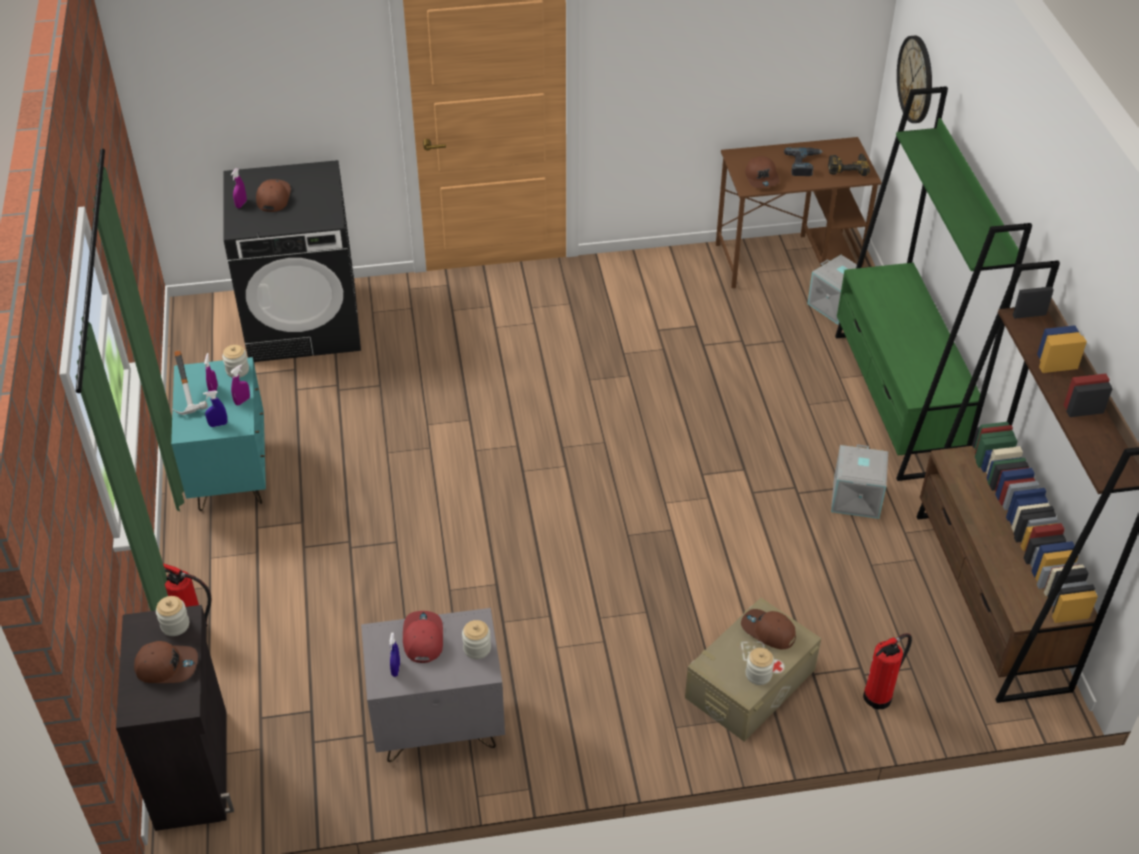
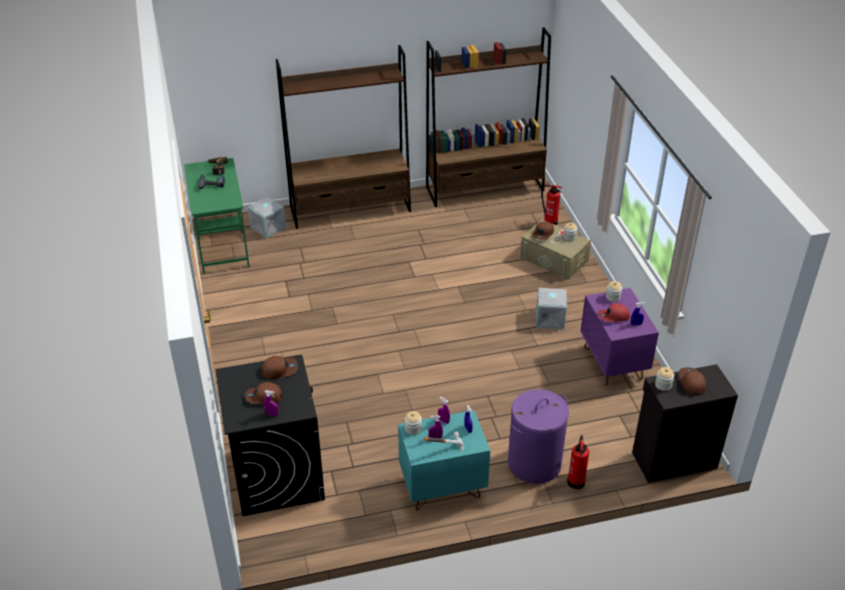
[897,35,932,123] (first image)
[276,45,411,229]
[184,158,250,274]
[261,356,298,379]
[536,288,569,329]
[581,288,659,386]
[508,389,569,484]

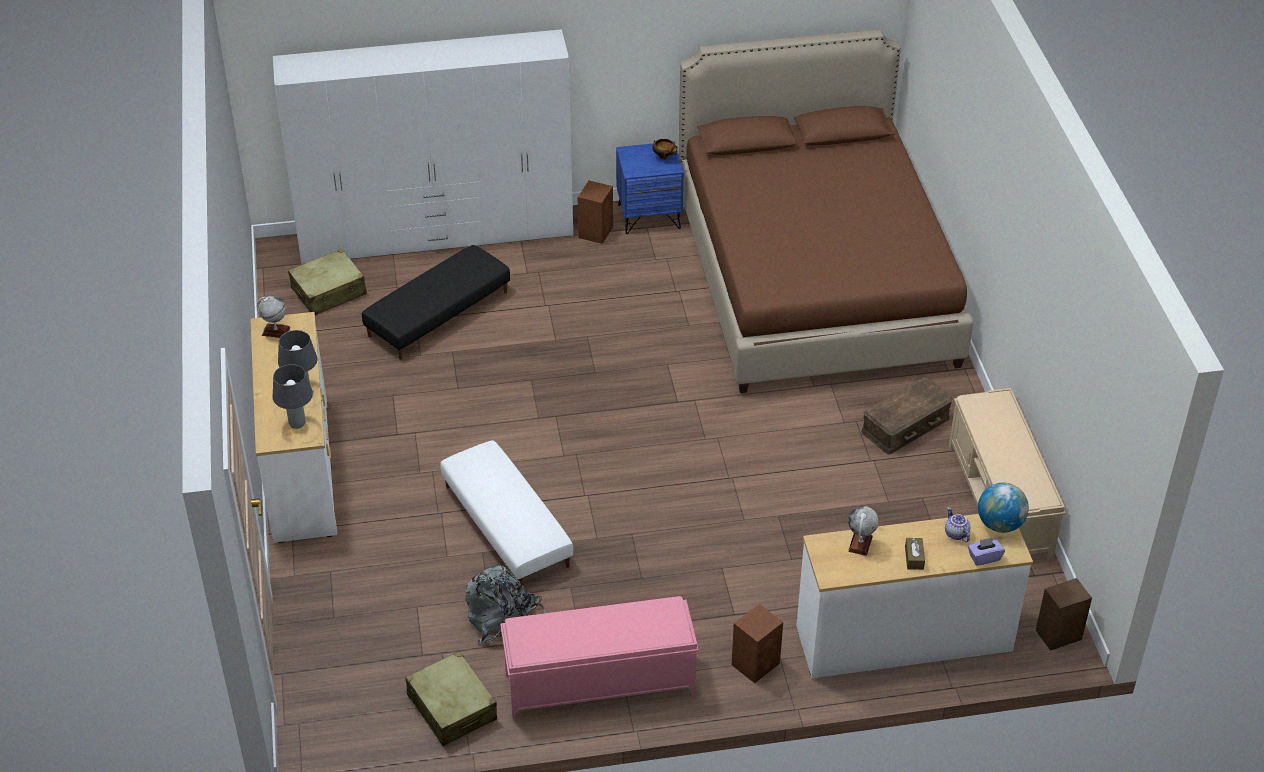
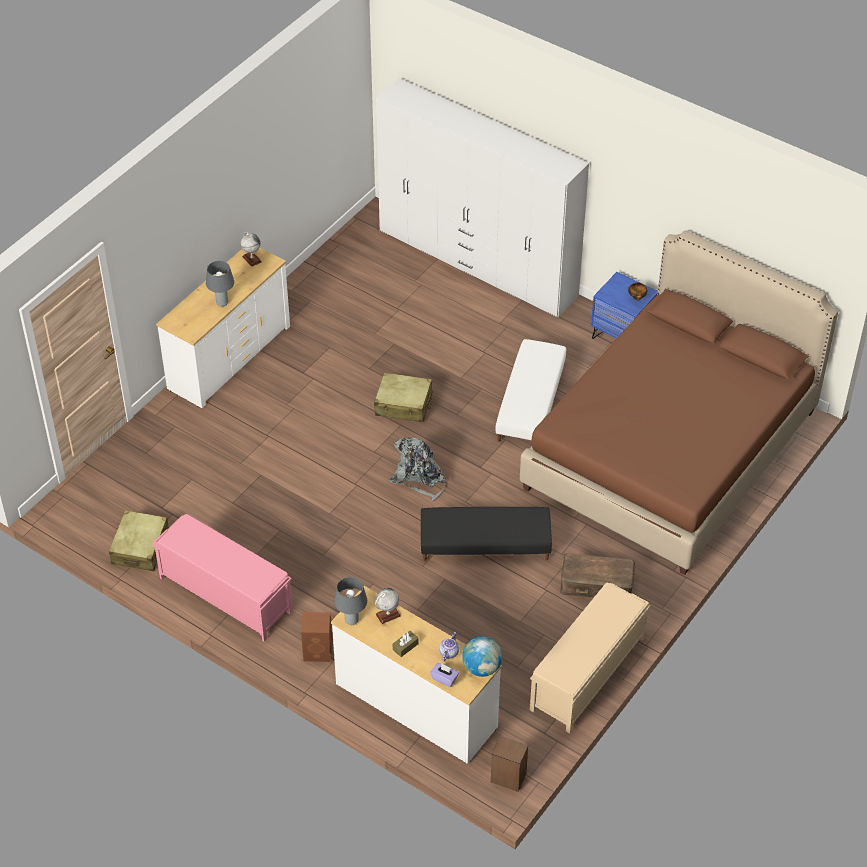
[578,181,613,244] (first image)
[421,507,552,561]
[374,373,433,422]
[334,577,367,625]
[495,339,566,441]
[390,438,446,501]

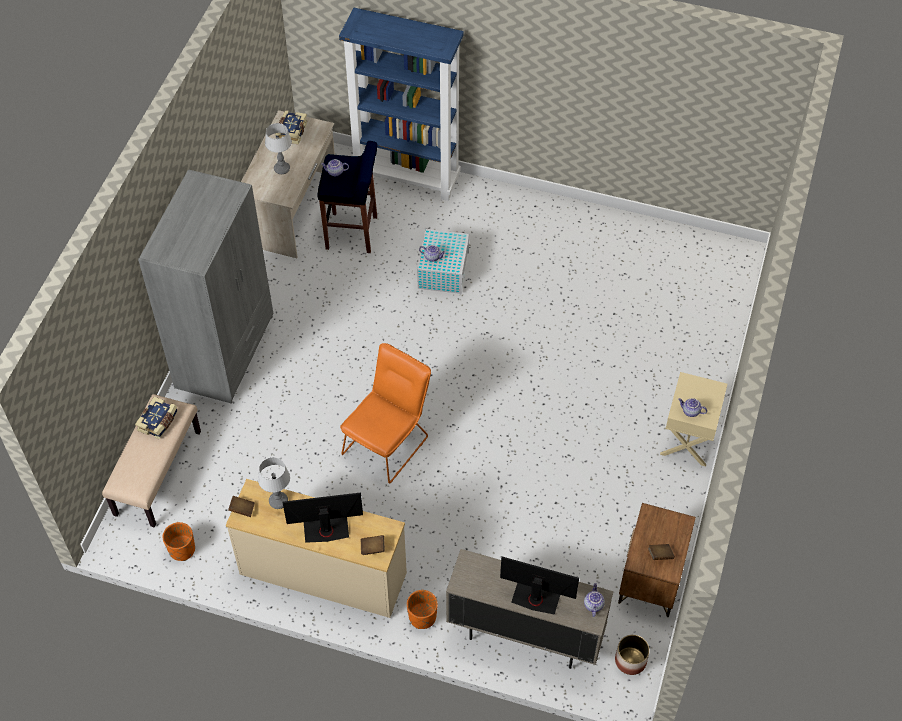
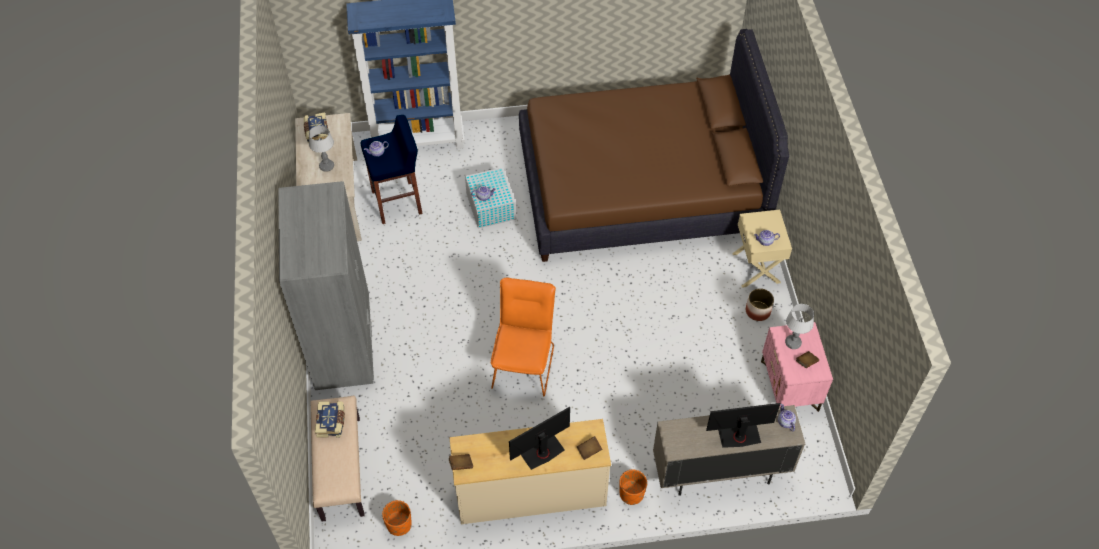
[785,304,814,349]
[761,322,833,412]
[746,288,774,321]
[519,29,789,262]

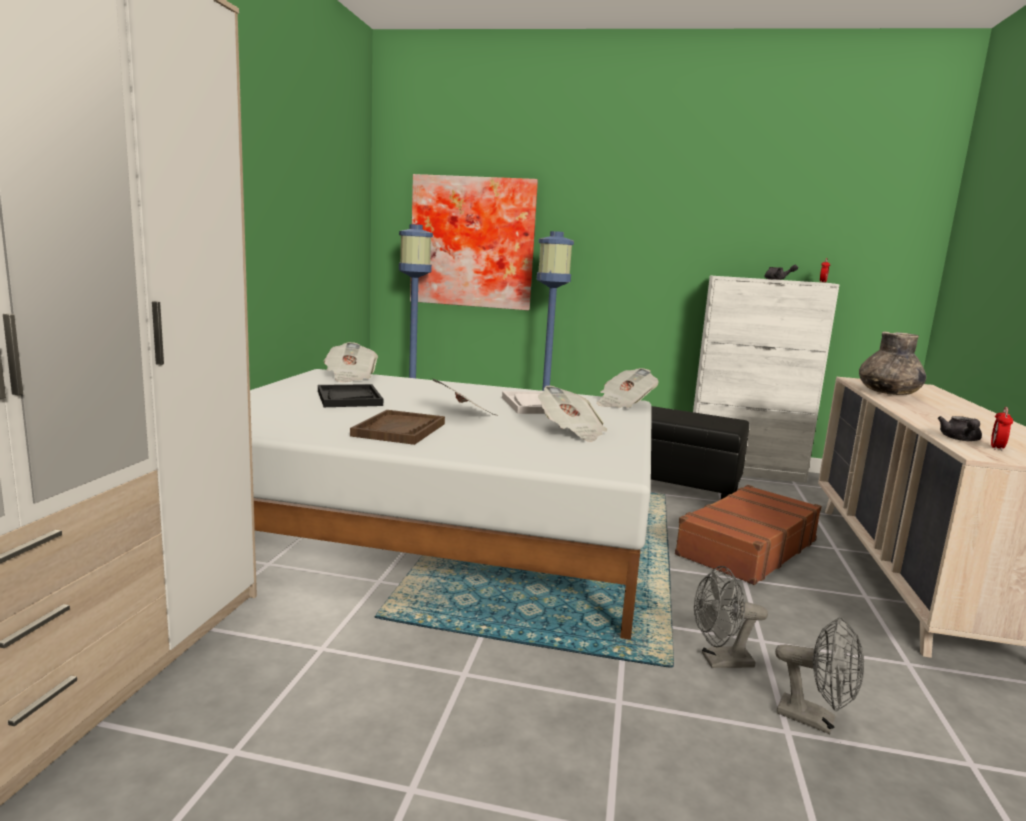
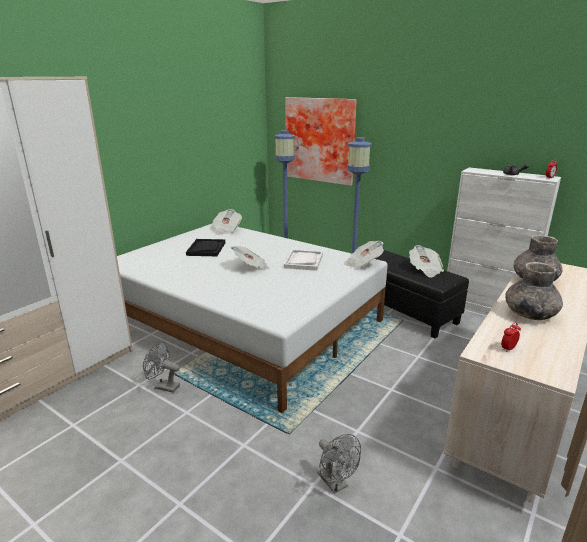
[409,245,444,278]
[350,410,445,445] (first image)
[938,416,982,441] (first image)
[675,485,822,585] (first image)
[143,342,180,393]
[505,262,563,320]

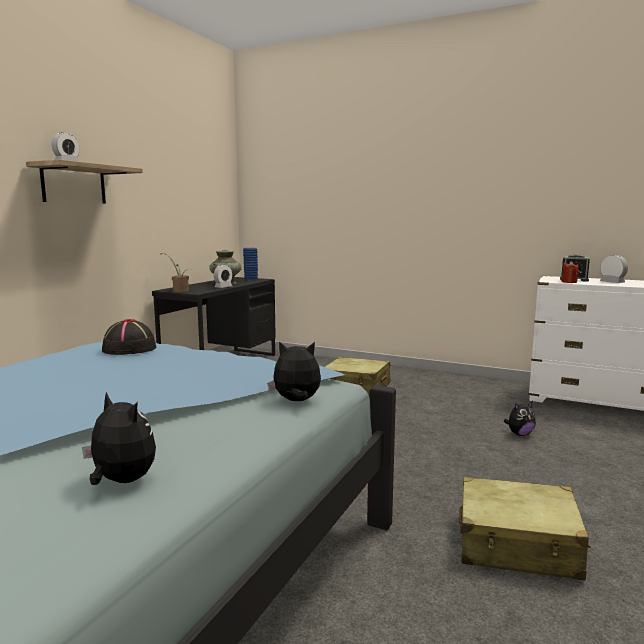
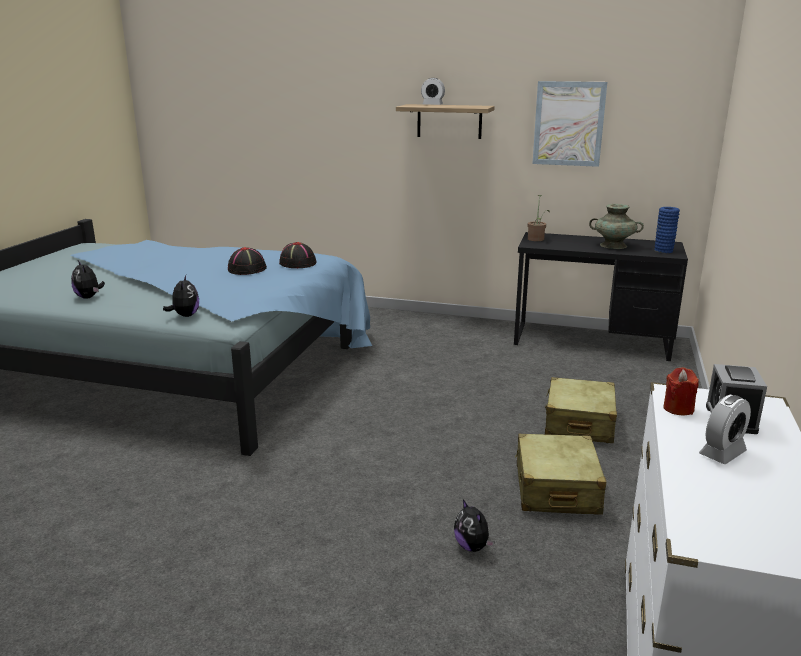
[214,265,232,288] (first image)
[71,261,105,299]
[515,434,606,515]
[532,81,607,167]
[228,247,267,275]

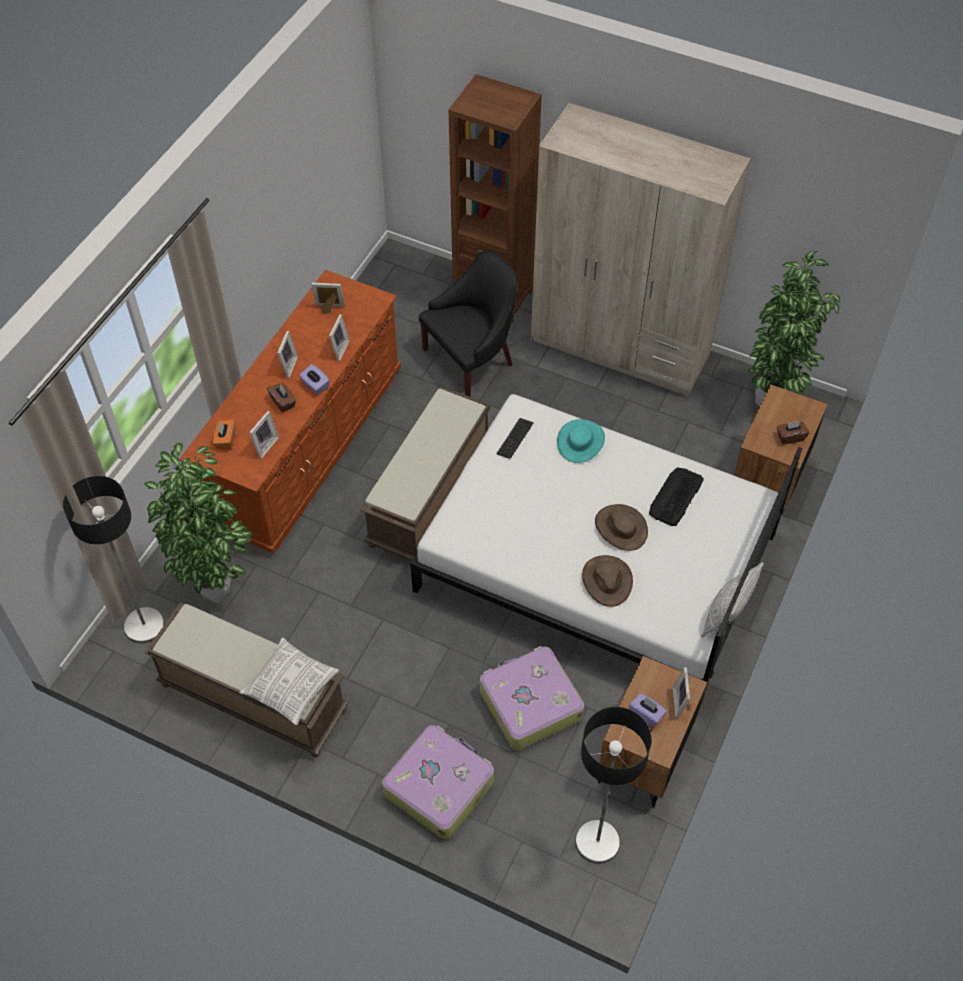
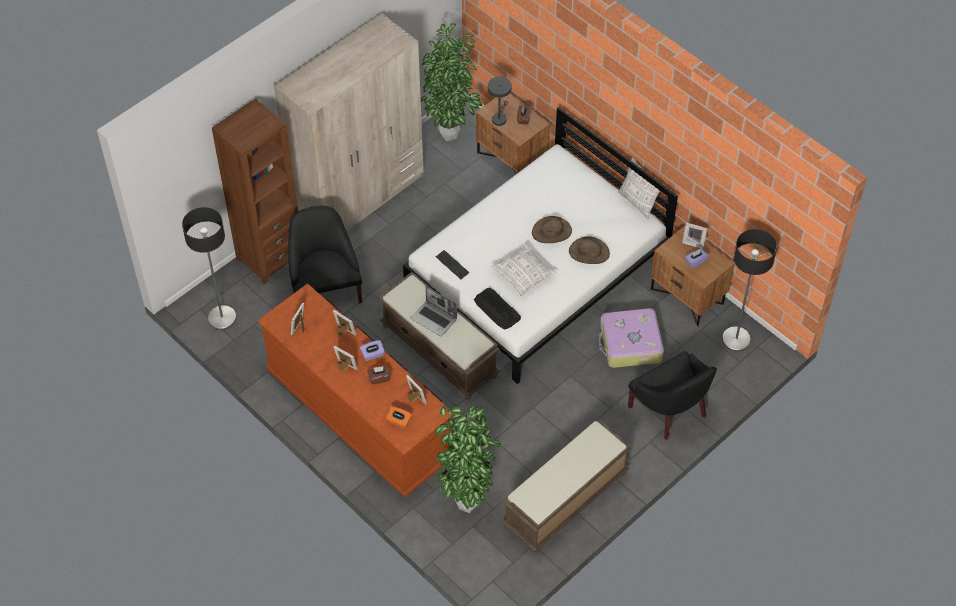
[557,419,605,463] (first image)
[474,288,521,329]
[182,207,237,330]
[491,243,556,297]
[628,351,717,440]
[488,77,512,126]
[411,286,457,337]

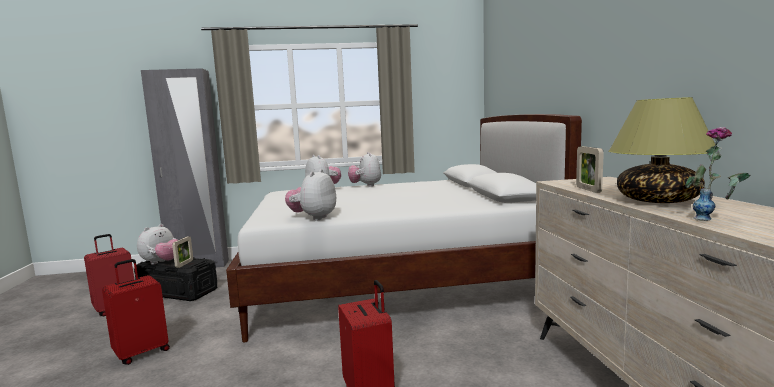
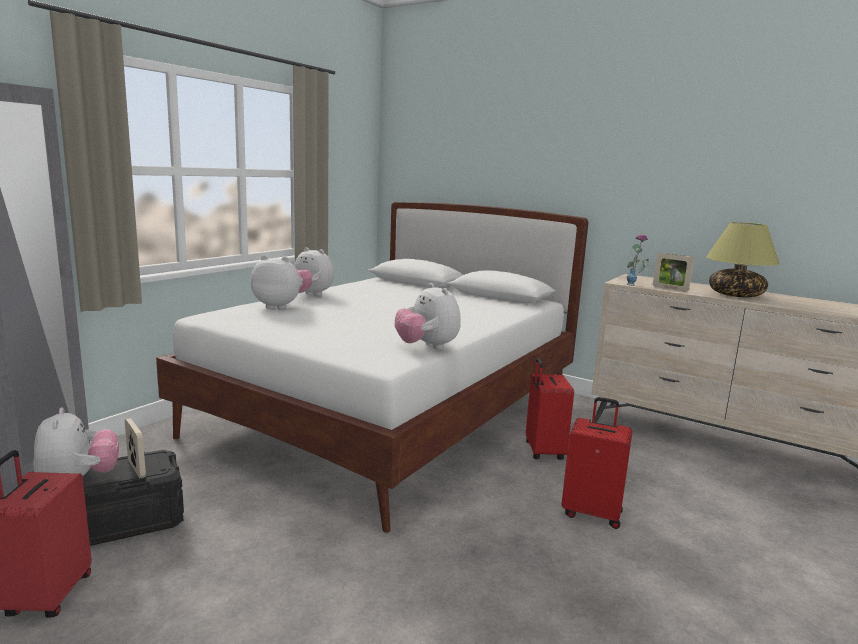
[627,235,650,286]
[526,358,574,460]

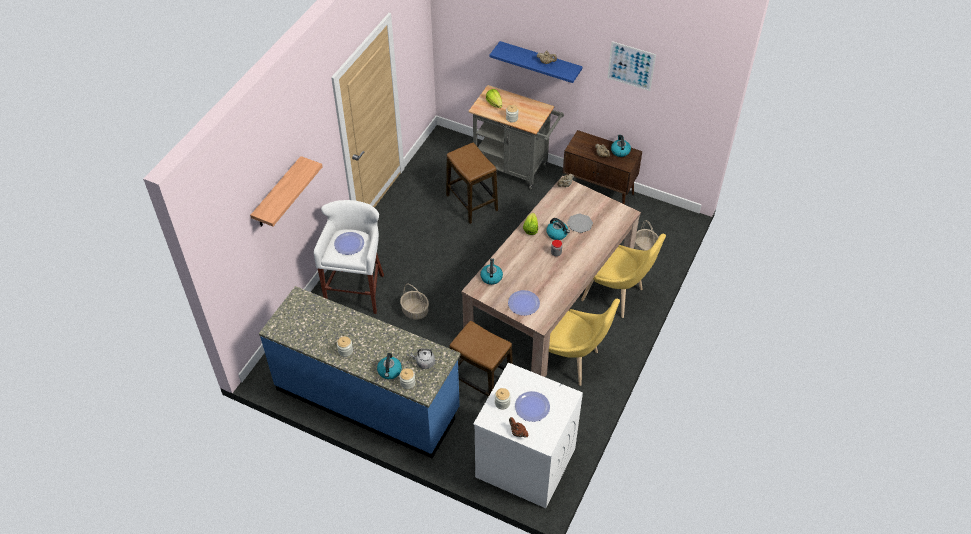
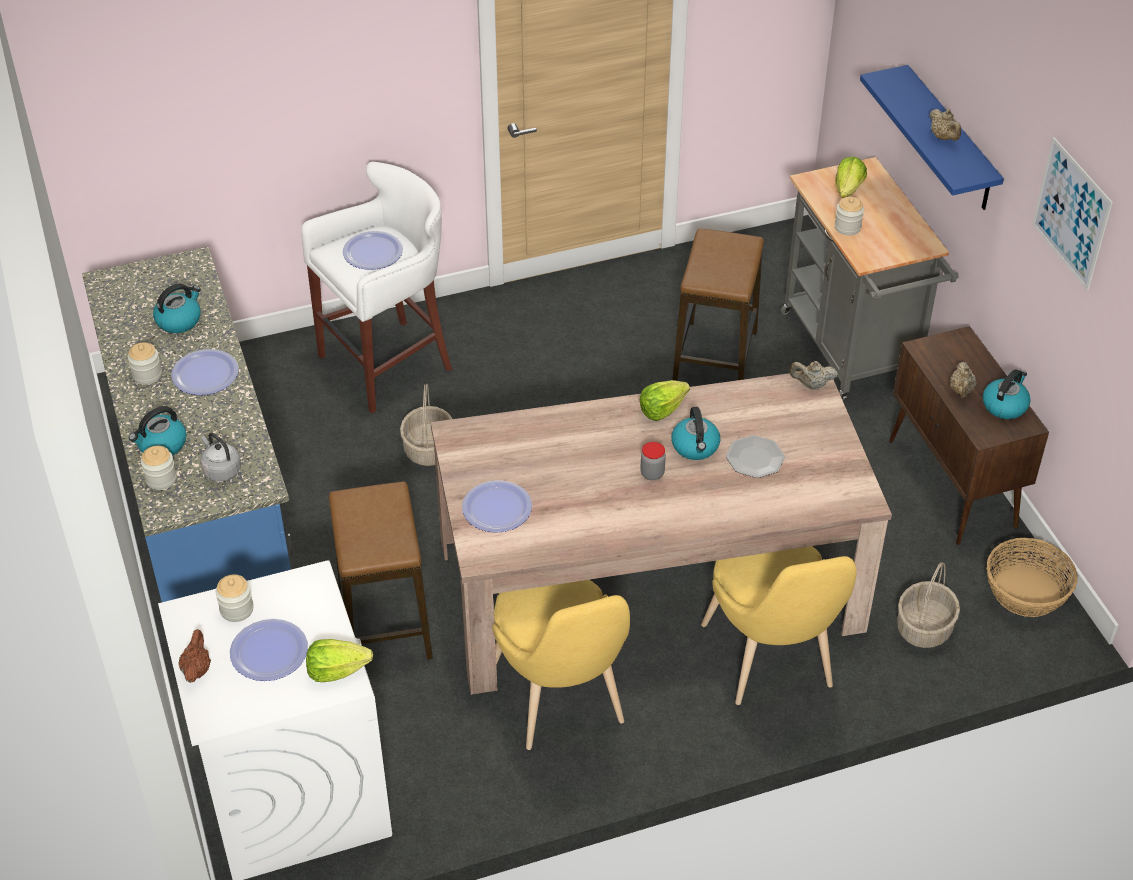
[250,156,323,227] (first image)
[153,284,201,333]
[171,349,239,395]
[987,538,1078,617]
[306,639,373,682]

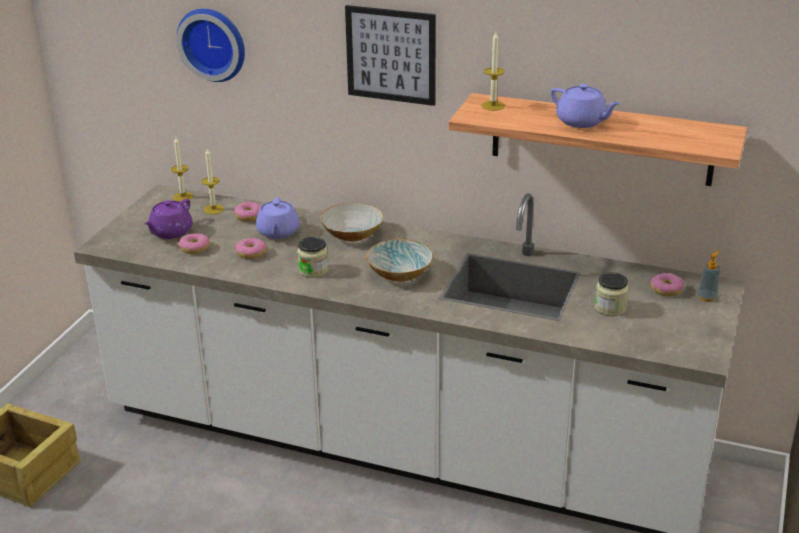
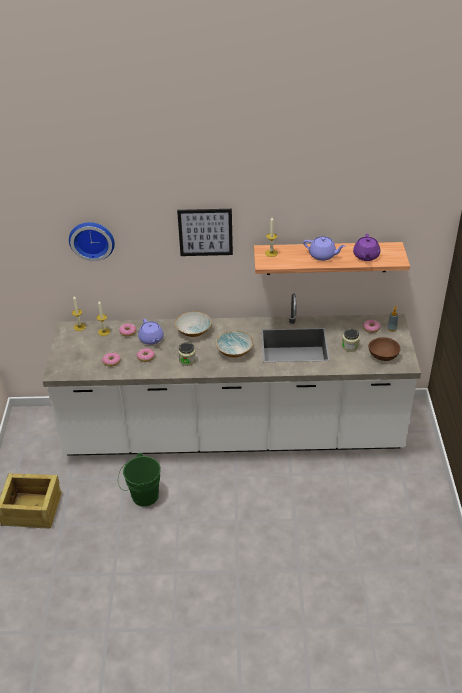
[353,234,380,261]
[368,337,400,361]
[118,453,161,507]

